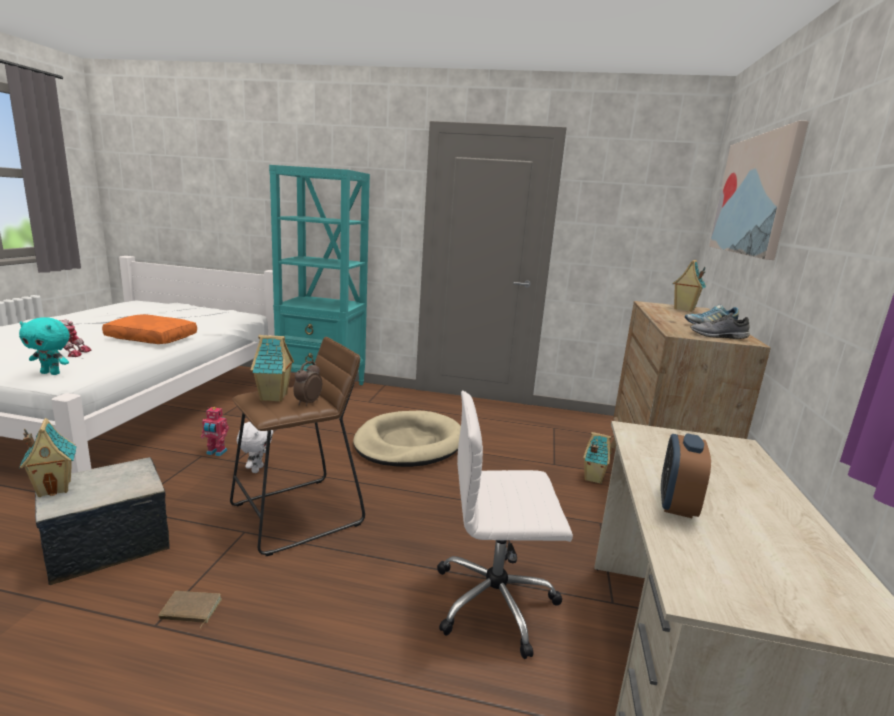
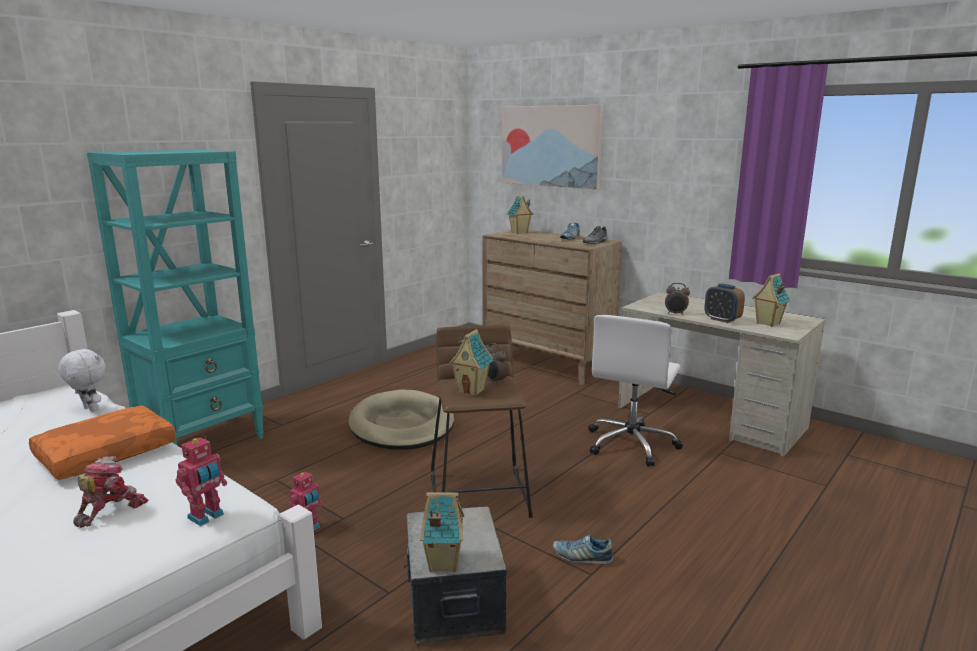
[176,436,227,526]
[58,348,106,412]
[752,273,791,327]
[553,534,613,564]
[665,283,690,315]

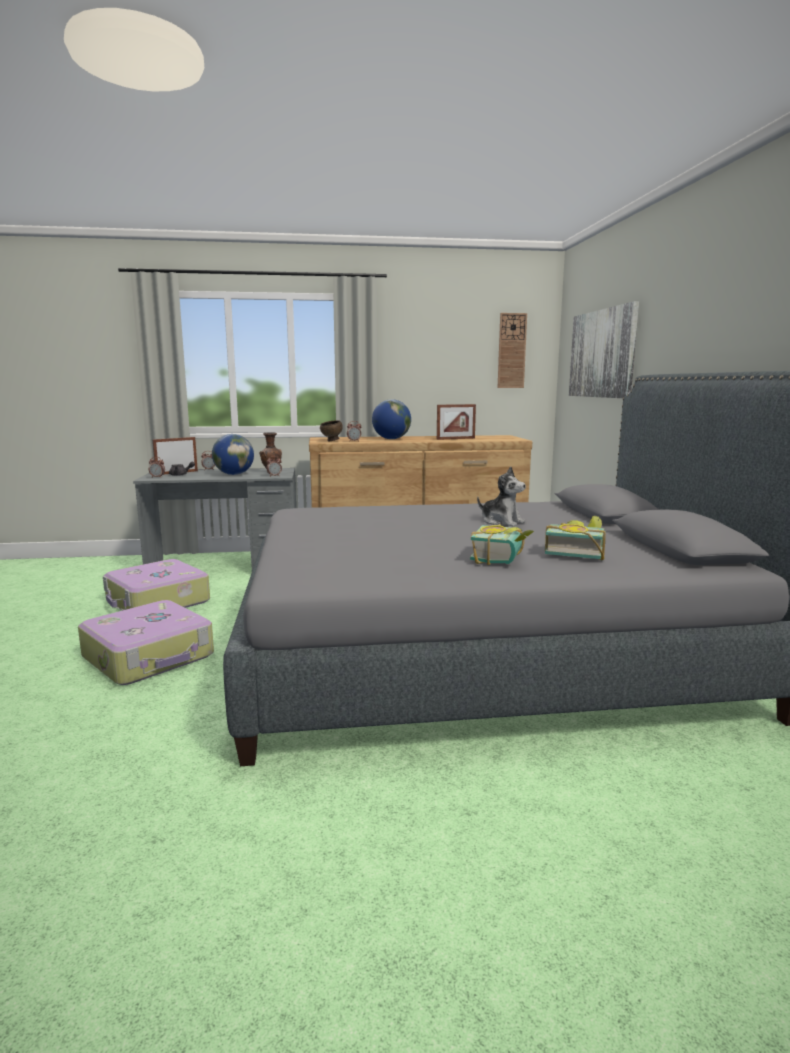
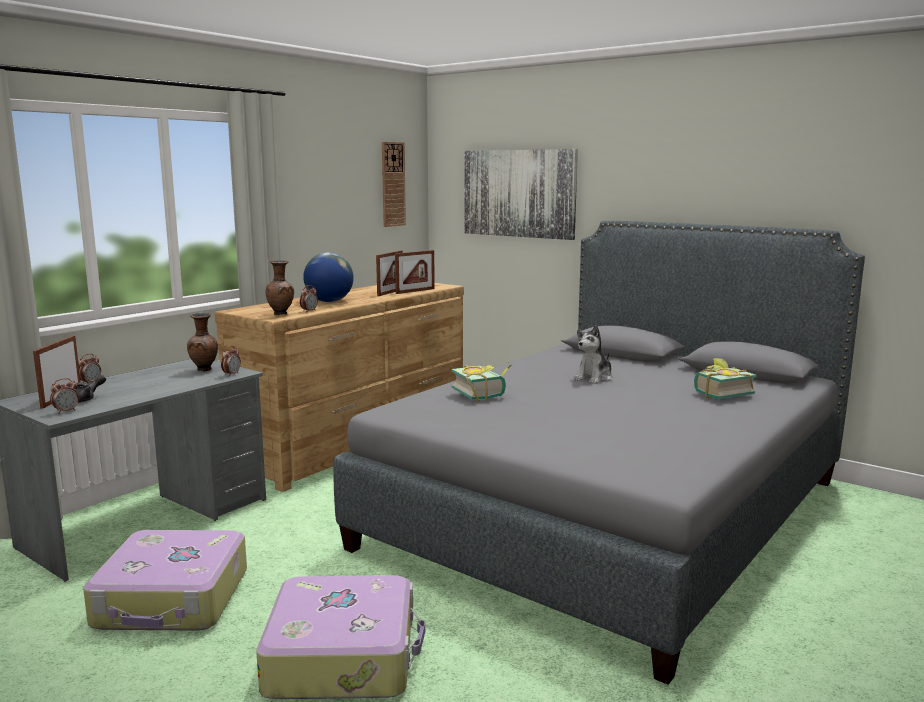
[266,260,294,315]
[212,434,254,475] (first image)
[574,325,612,384]
[452,365,512,402]
[395,250,435,294]

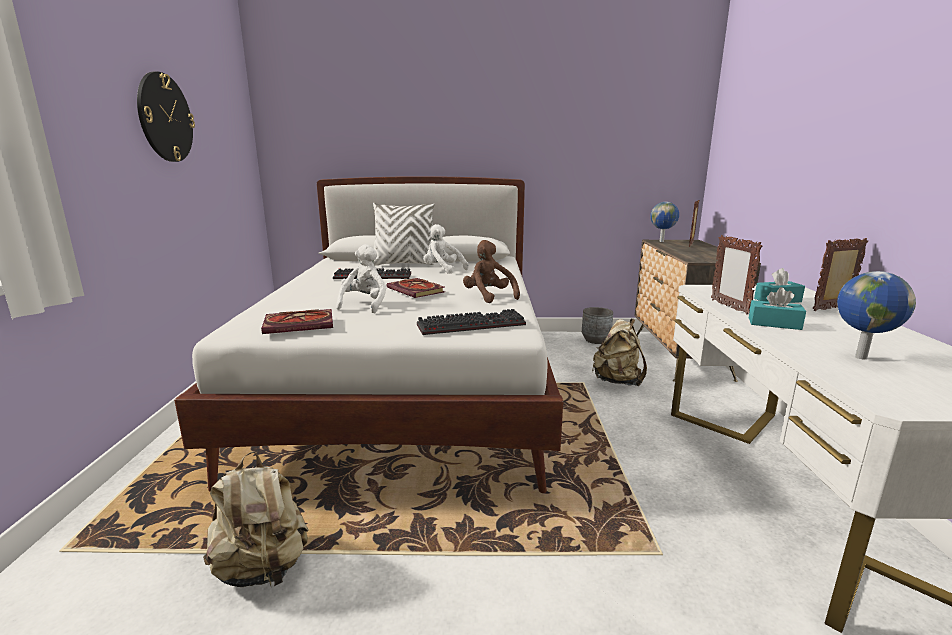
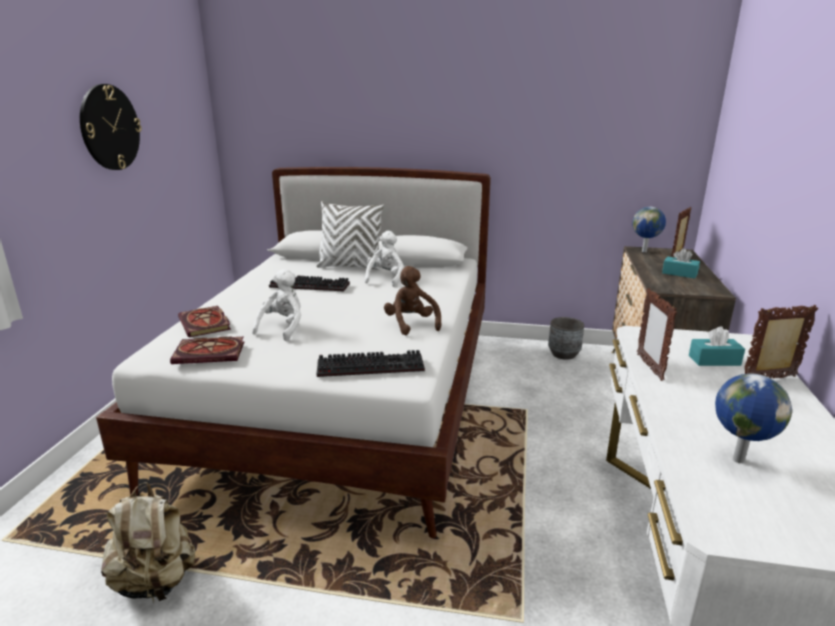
[364,231,404,287]
[178,306,231,337]
[662,248,700,279]
[592,318,647,386] (first image)

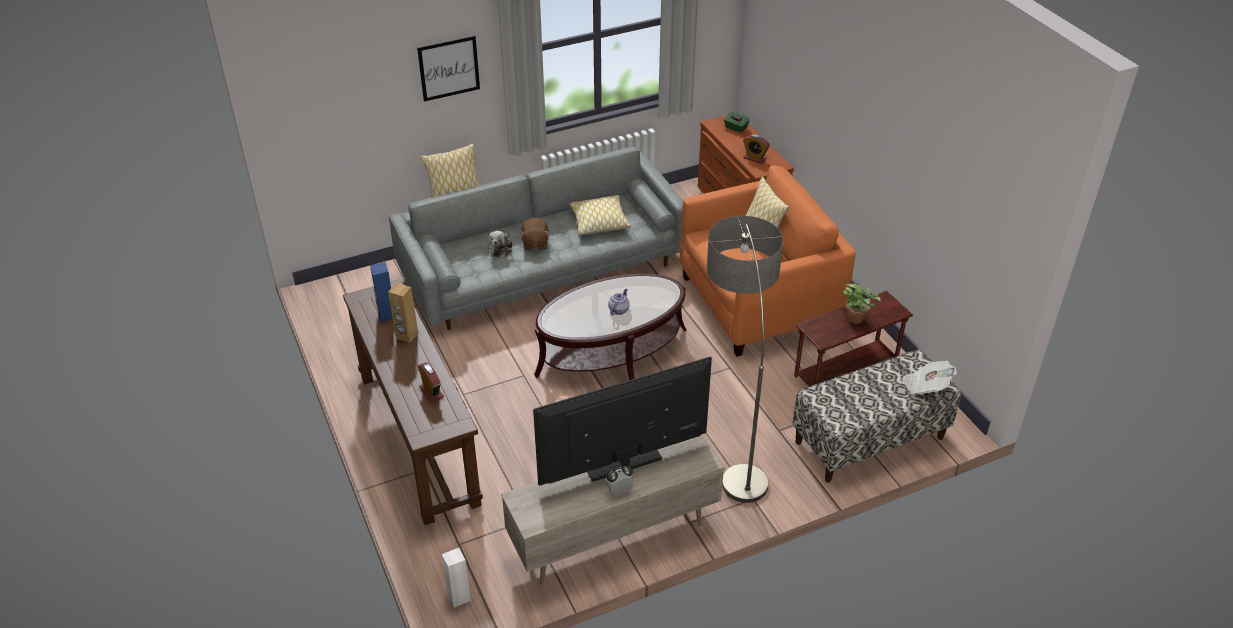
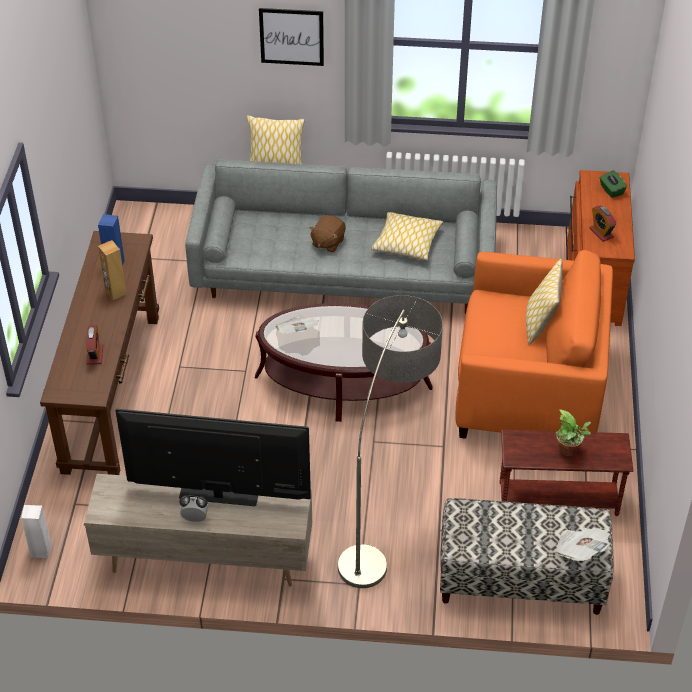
[489,231,513,257] (first image)
[608,289,630,315] (first image)
[275,316,319,334]

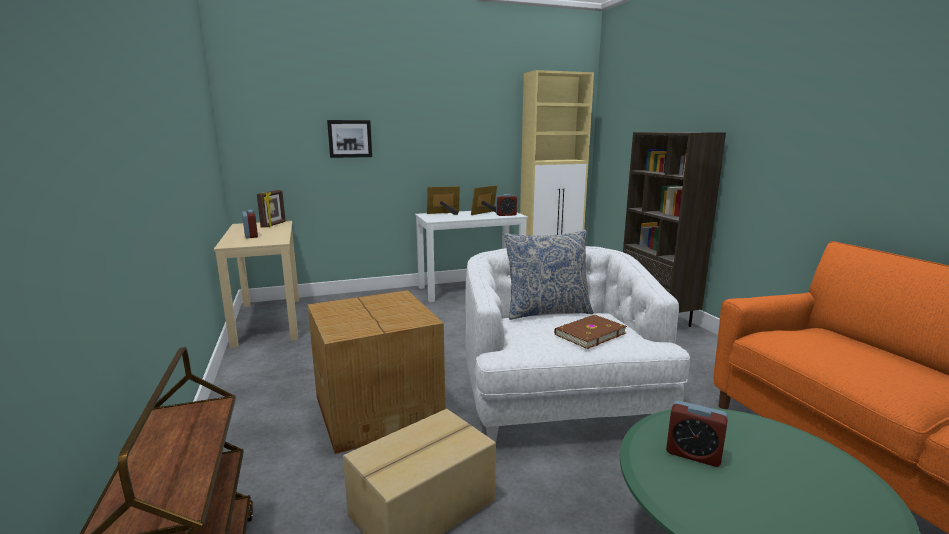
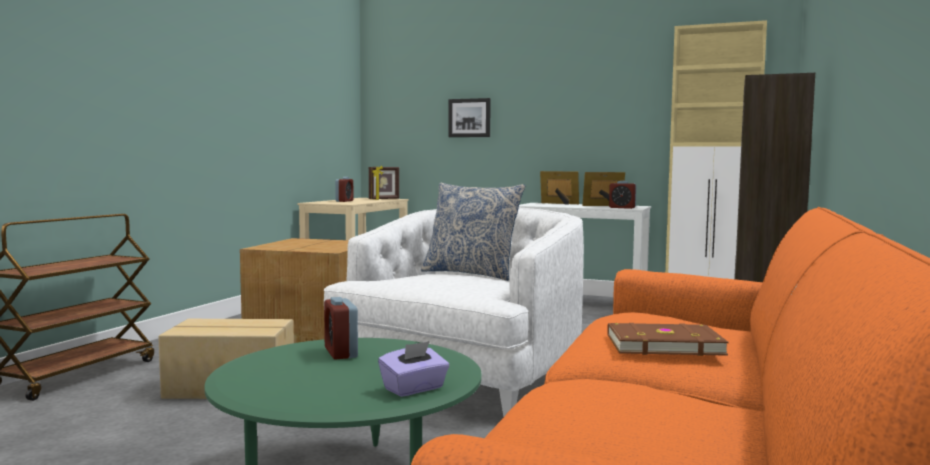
[607,323,729,356]
[378,341,449,397]

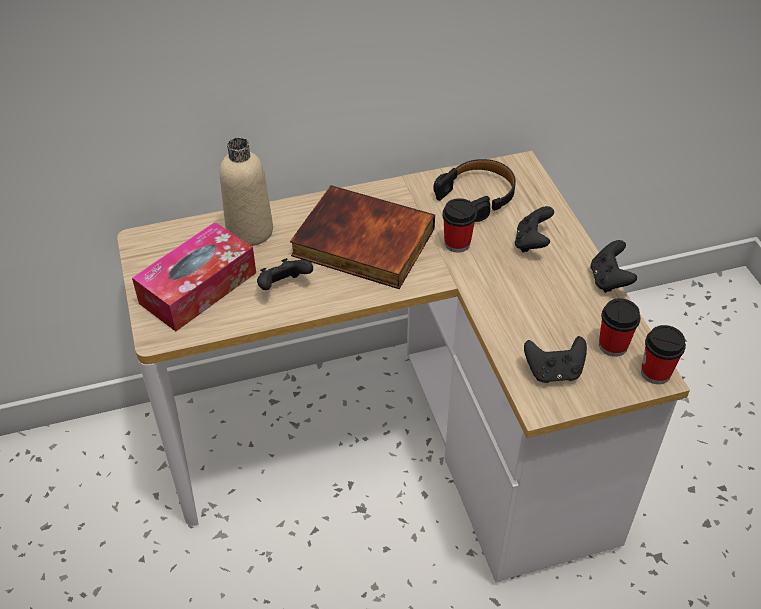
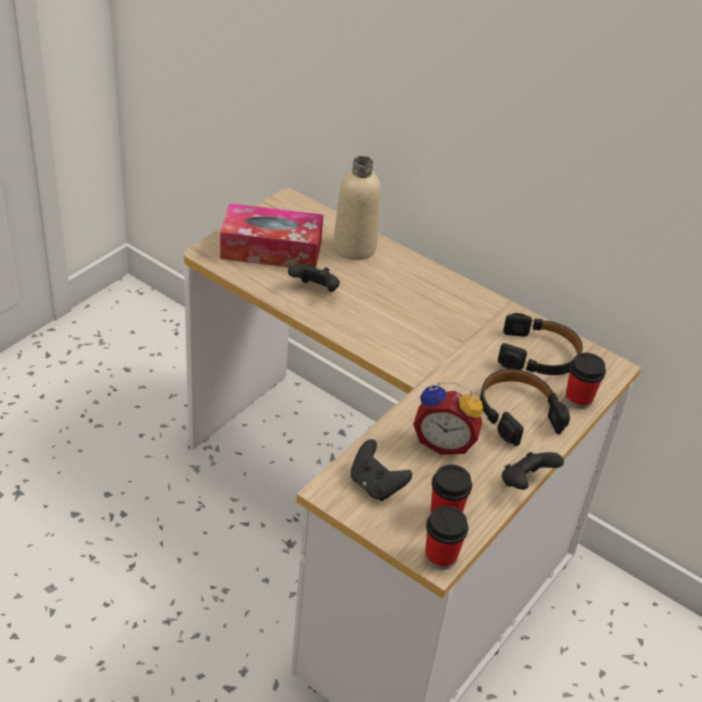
[290,185,435,289] (first image)
[565,353,606,409]
[480,369,570,446]
[413,382,483,455]

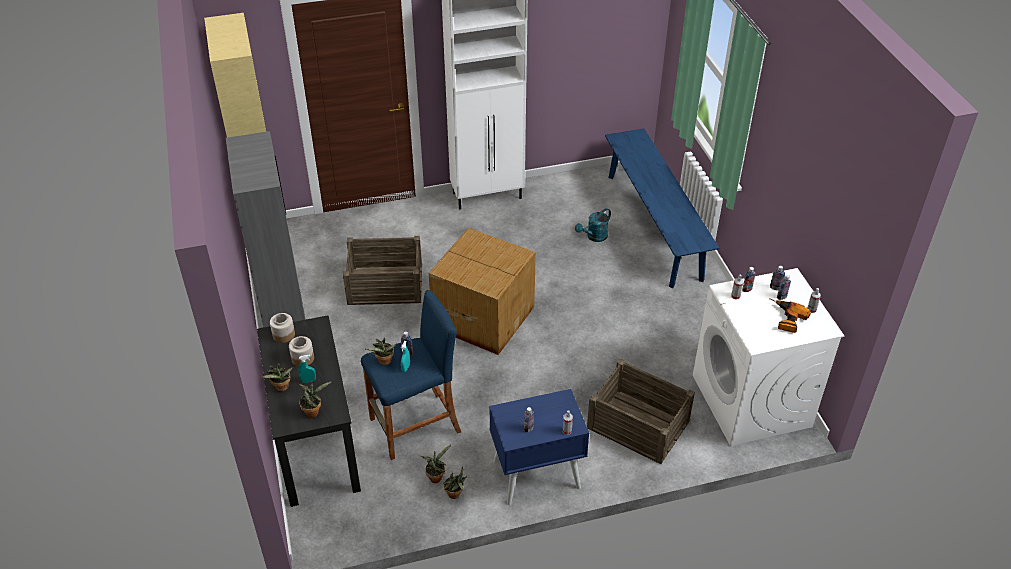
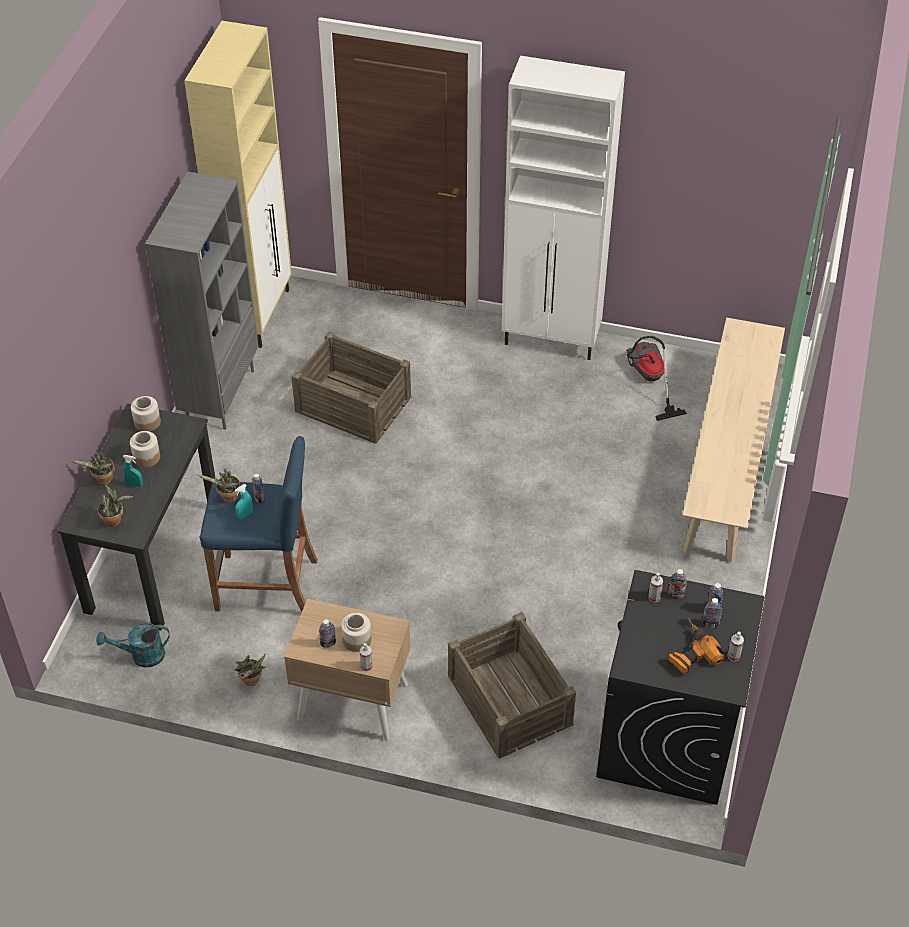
[683,318,785,563]
[96,623,170,668]
[429,228,536,355] (first image)
[596,570,765,805]
[284,599,411,741]
[421,444,452,483] (first image)
[626,336,687,421]
[341,613,371,652]

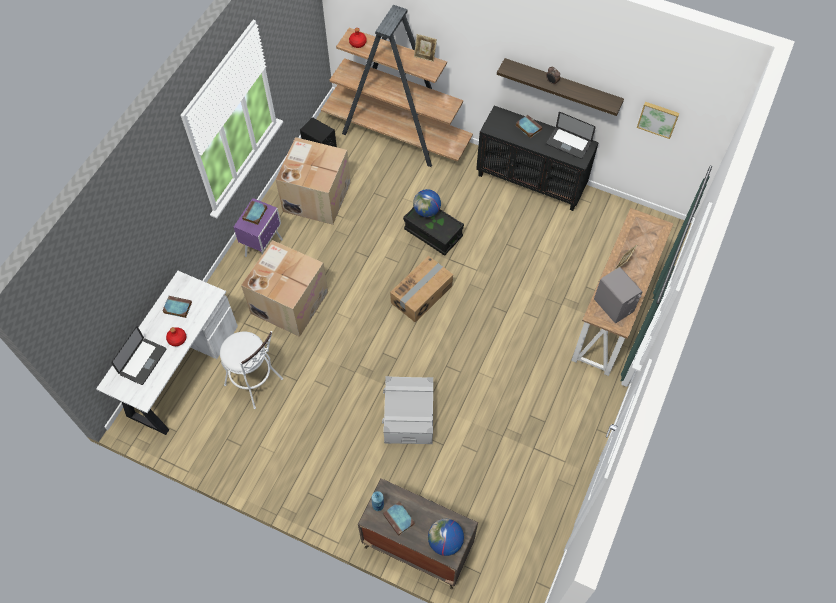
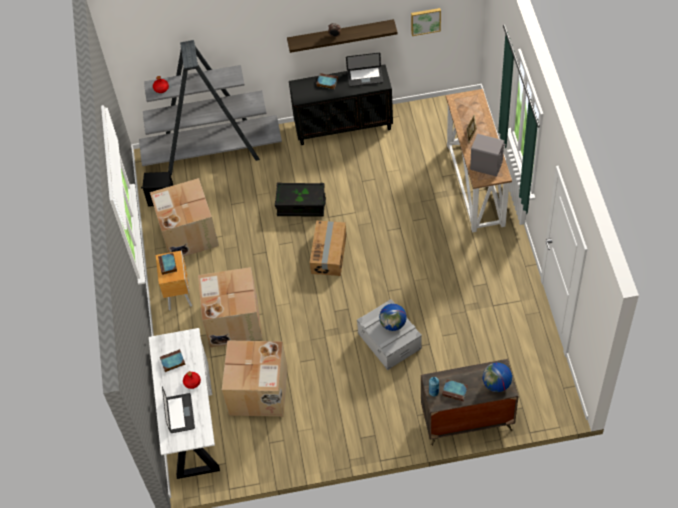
[139,40,282,176]
[414,34,437,62] (first image)
[379,304,407,331]
[156,251,192,310]
[222,340,288,417]

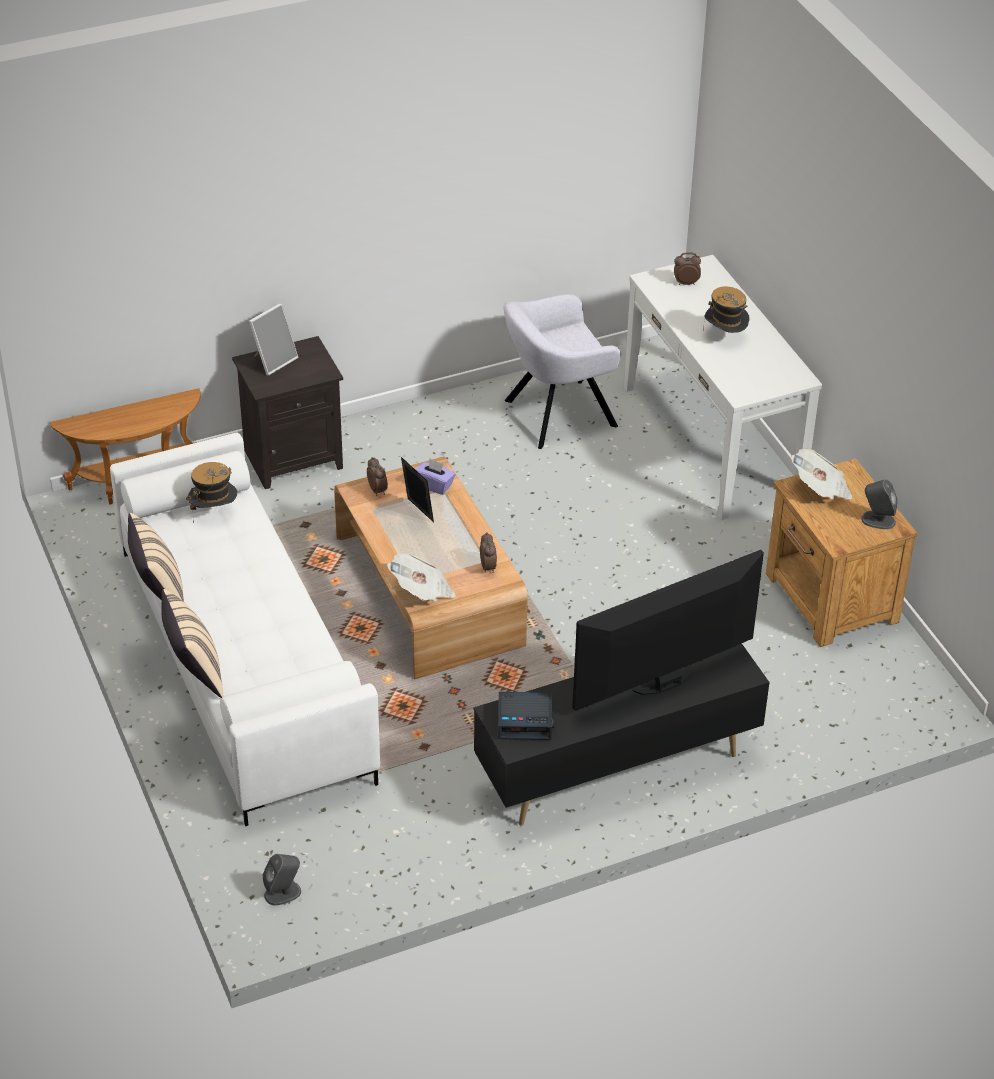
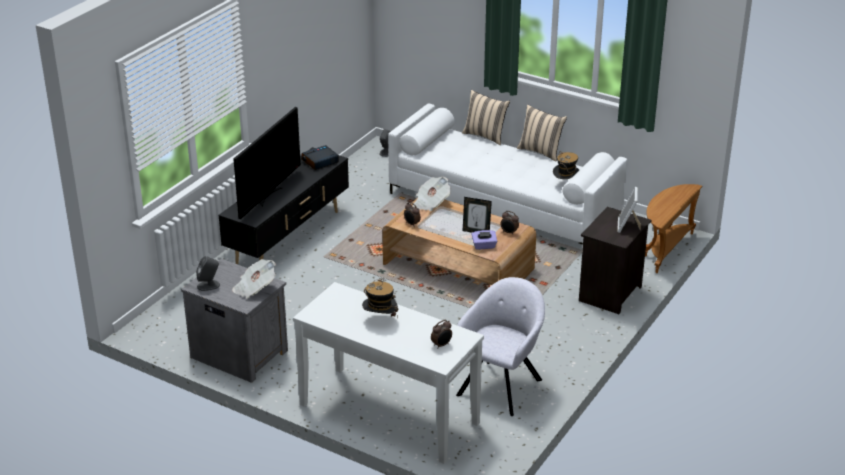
[181,259,288,383]

